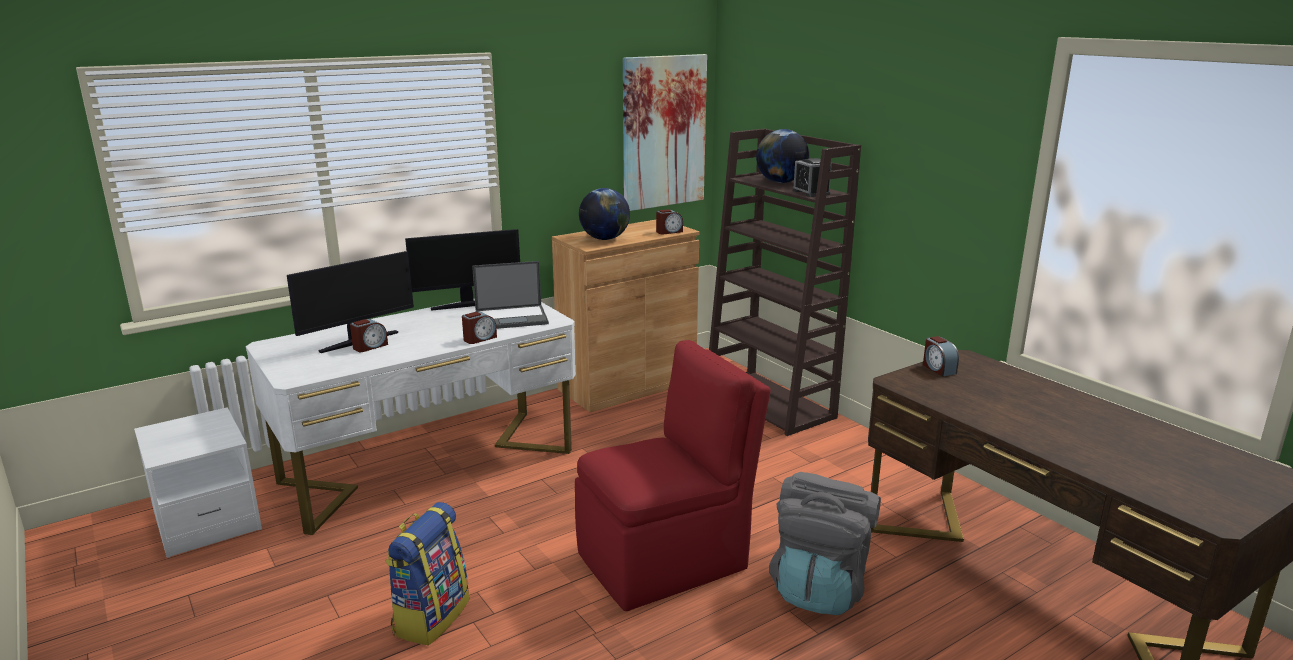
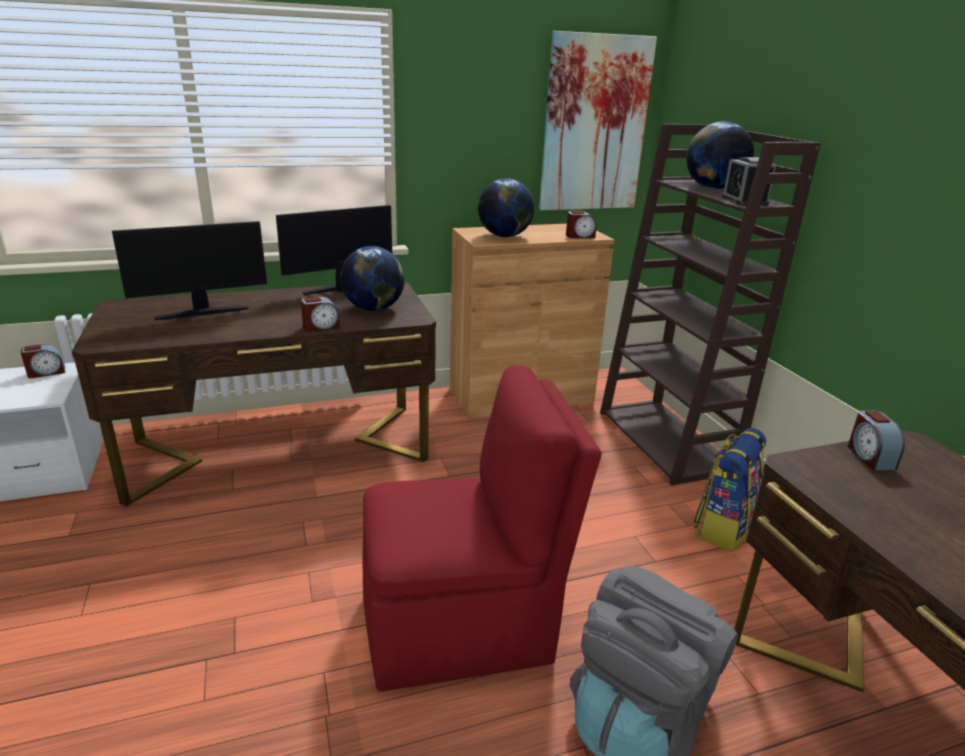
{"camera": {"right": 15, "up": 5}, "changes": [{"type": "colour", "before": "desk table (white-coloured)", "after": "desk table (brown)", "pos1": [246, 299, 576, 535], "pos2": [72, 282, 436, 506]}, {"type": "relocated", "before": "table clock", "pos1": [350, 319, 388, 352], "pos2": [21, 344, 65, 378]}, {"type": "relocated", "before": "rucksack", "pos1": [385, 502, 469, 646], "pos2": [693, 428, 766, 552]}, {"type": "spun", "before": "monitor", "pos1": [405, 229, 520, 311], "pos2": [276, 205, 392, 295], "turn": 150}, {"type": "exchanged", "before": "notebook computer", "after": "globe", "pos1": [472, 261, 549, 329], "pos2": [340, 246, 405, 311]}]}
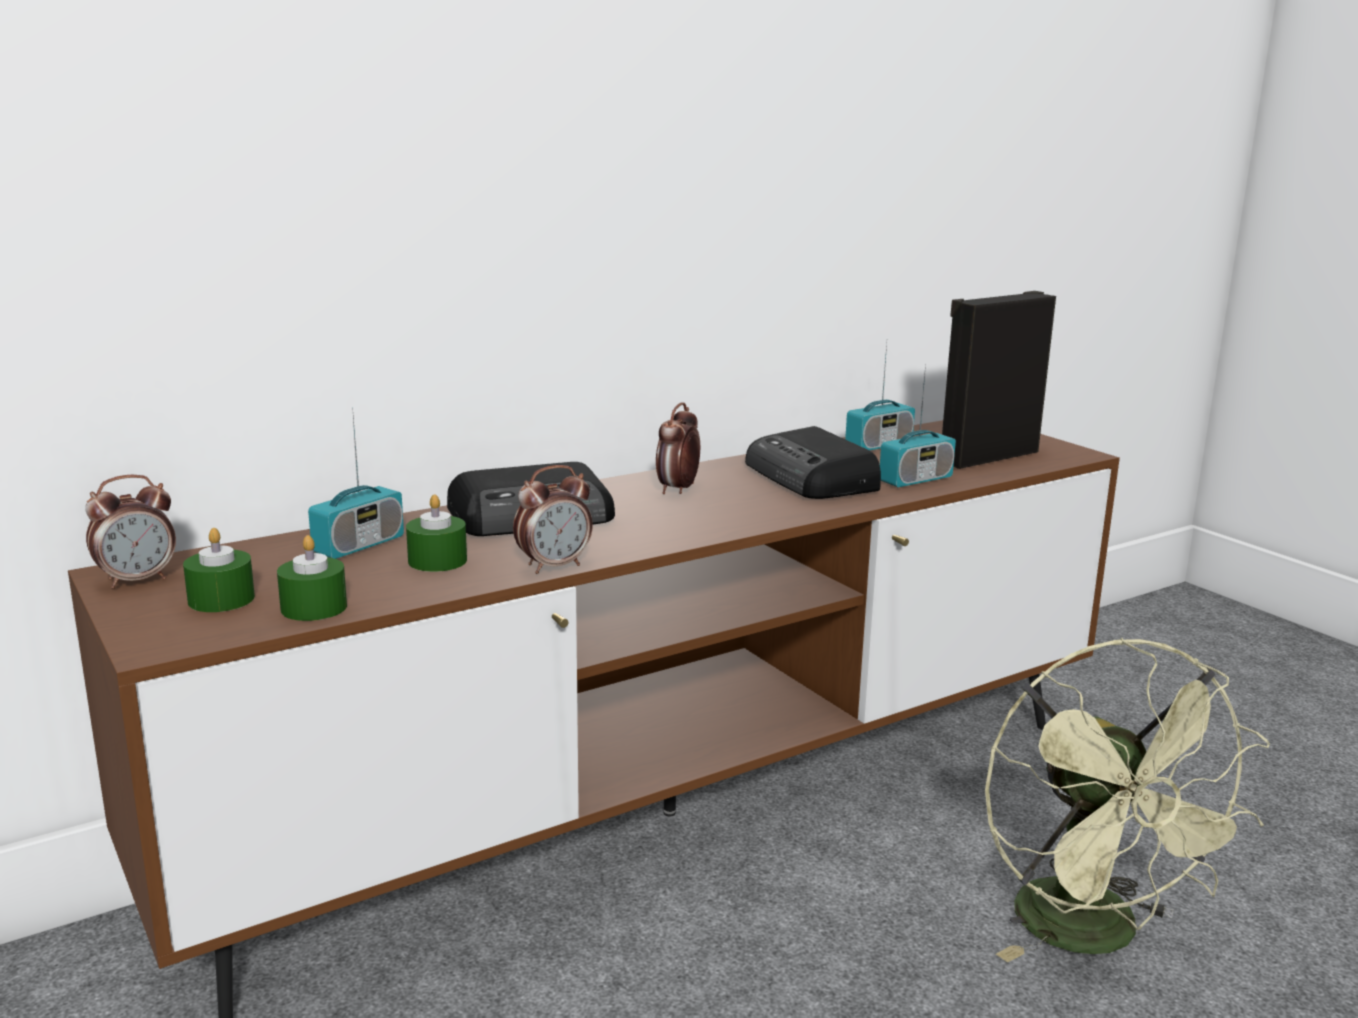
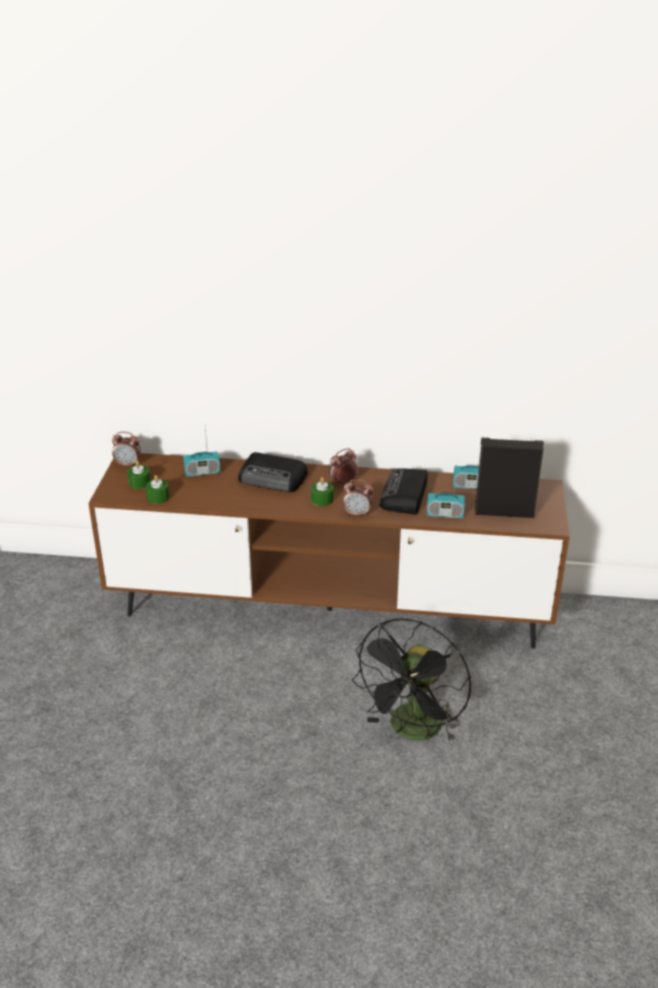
{"camera": {"right": 40, "up": 15}, "changes": [{"type": "relocated", "before": "wax candle (green-coloured)", "pos1": [406, 494, 467, 572], "pos2": [311, 477, 333, 506]}, {"type": "relocated", "before": "table clock", "pos1": [513, 465, 593, 574], "pos2": [343, 479, 373, 517]}, {"type": "colour", "before": "electric fan (green-coloured)", "after": "electric fan (black)", "pos1": [985, 638, 1270, 963], "pos2": [352, 618, 471, 743]}]}
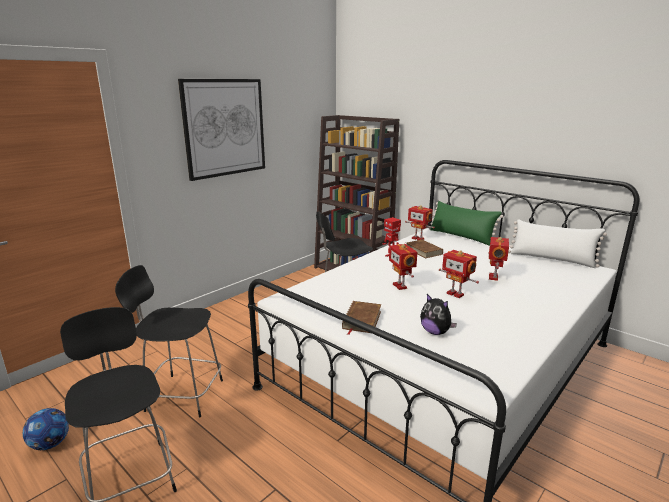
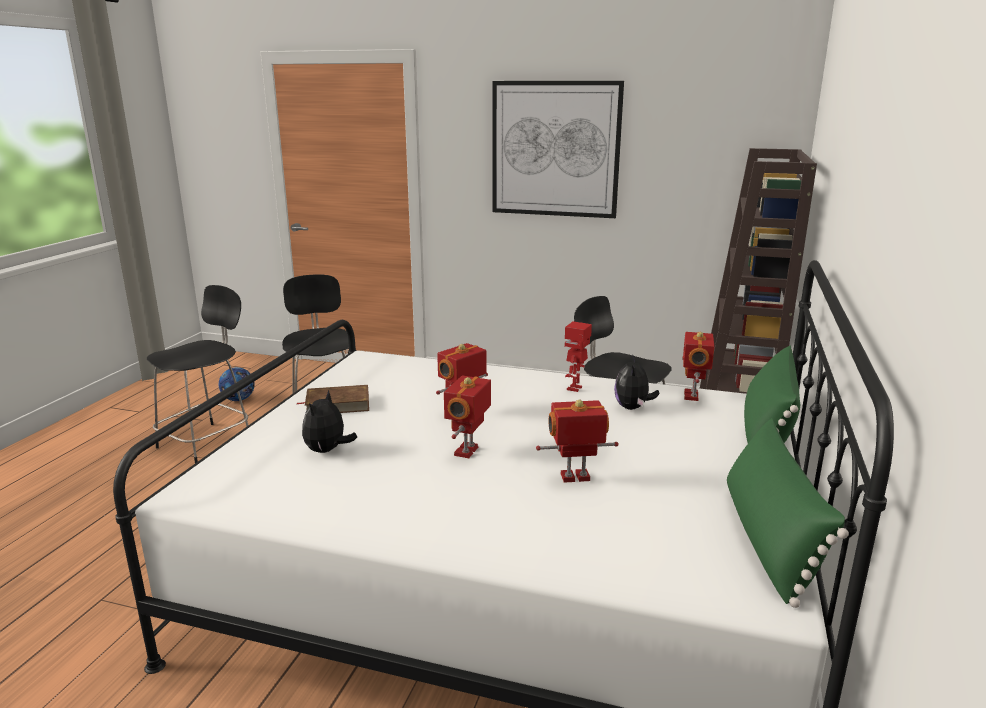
{"camera": {"right": 65, "up": 0}, "changes": [{"type": "exchanged", "before": "book (brown)", "after": "soft toy", "pos1": [407, 240, 443, 258], "pos2": [614, 356, 659, 410]}, {"type": "colour", "before": "pillow (white-coloured)", "after": "pillow (green-coloured)", "pos1": [508, 219, 607, 268], "pos2": [727, 418, 849, 608]}]}
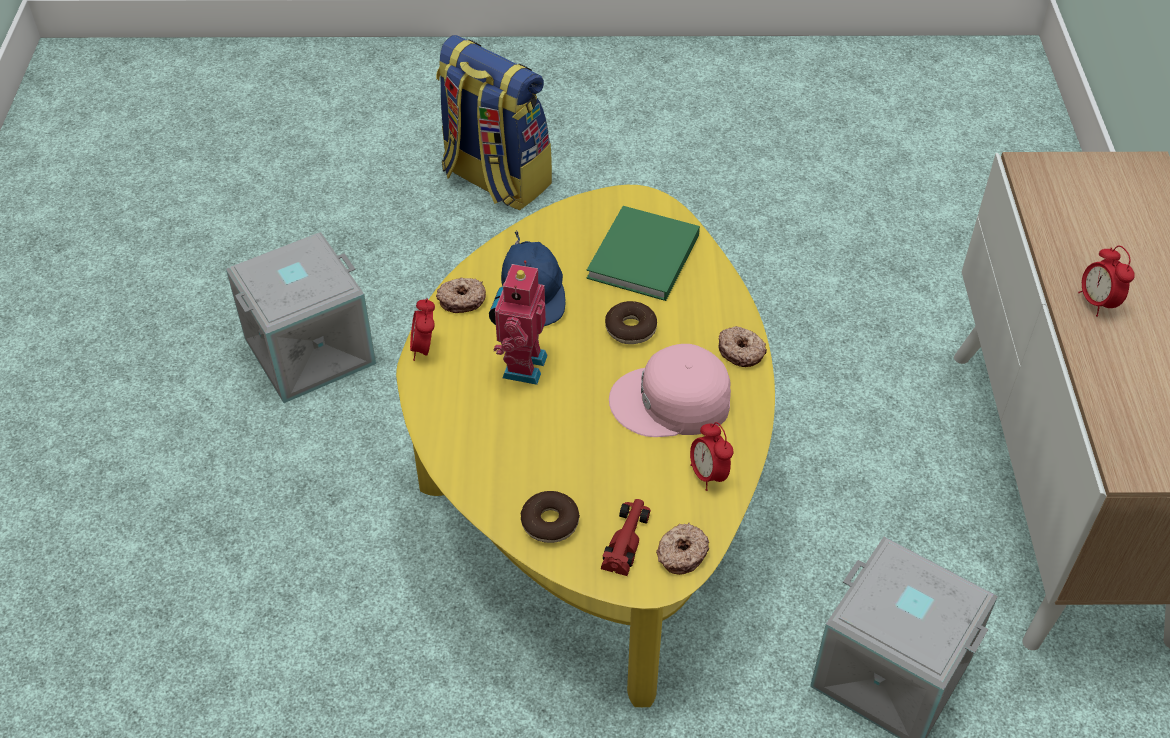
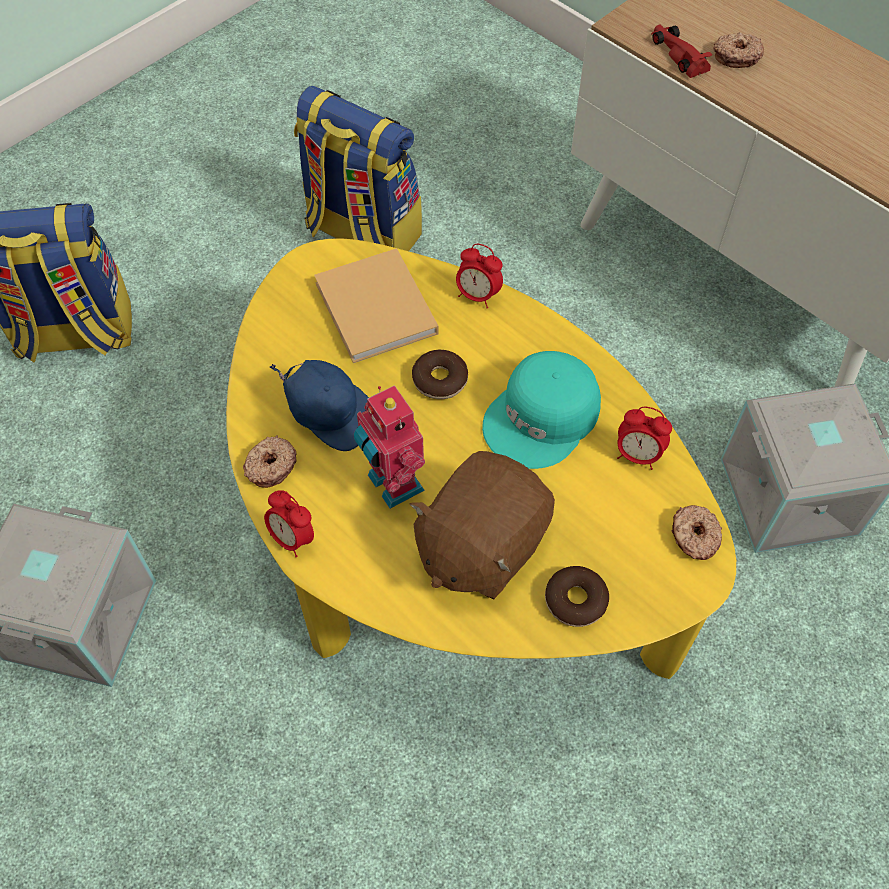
{"camera": {"right": -45, "up": 10}, "changes": [{"type": "colour", "before": "book (green-coloured)", "after": "book (beige)", "pos1": [587, 206, 700, 301], "pos2": [314, 248, 438, 363]}, {"type": "relocated", "before": "model car (red)", "pos1": [601, 499, 651, 576], "pos2": [651, 25, 712, 78]}, {"type": "colour", "before": "baseball cap (pinkish)", "after": "baseball cap (turquoise-coloured)", "pos1": [609, 344, 731, 437], "pos2": [482, 351, 601, 469]}, {"type": "relocated", "before": "doughnut", "pos1": [719, 326, 767, 367], "pos2": [713, 32, 764, 68]}, {"type": "relocated", "before": "table clock", "pos1": [1078, 246, 1135, 317], "pos2": [456, 243, 503, 308]}, {"type": "appeared", "after": "rucksack", "pos2": [294, 86, 422, 251]}, {"type": "appeared", "after": "soft toy (brown)", "pos2": [410, 451, 555, 599]}]}
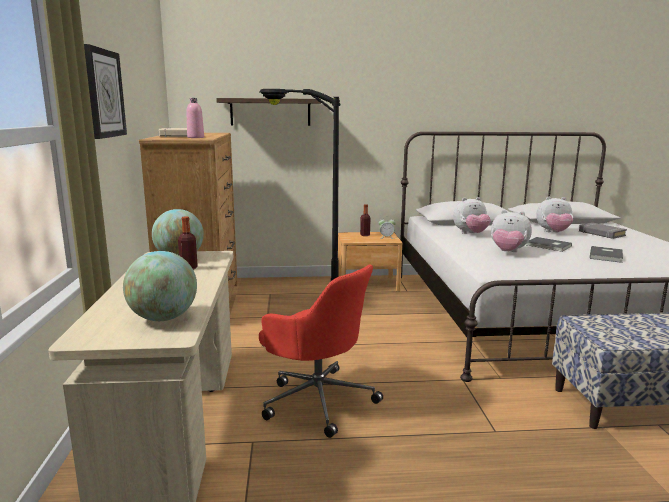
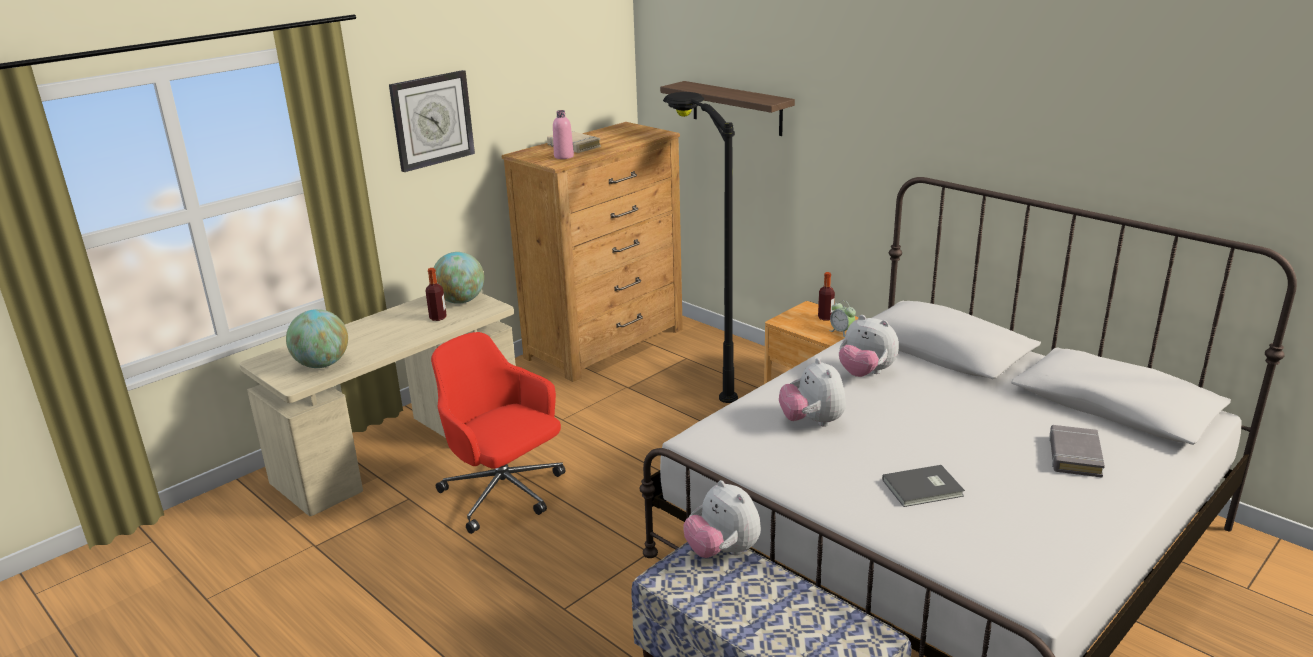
{"camera": {"right": 50, "up": 10}, "changes": [{"type": "spun", "before": "desk chair (red)", "pos1": [259, 264, 383, 438], "pos2": [431, 332, 565, 534], "turn": 135}, {"type": "missing", "before": "book (grey)", "pos1": [527, 237, 572, 252]}, {"type": "relocated", "before": "soft toy", "pos1": [536, 197, 573, 232], "pos2": [683, 480, 761, 558]}]}
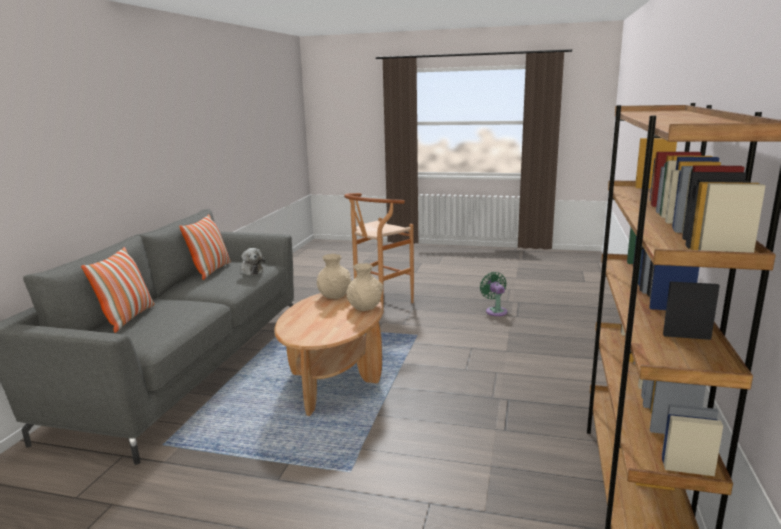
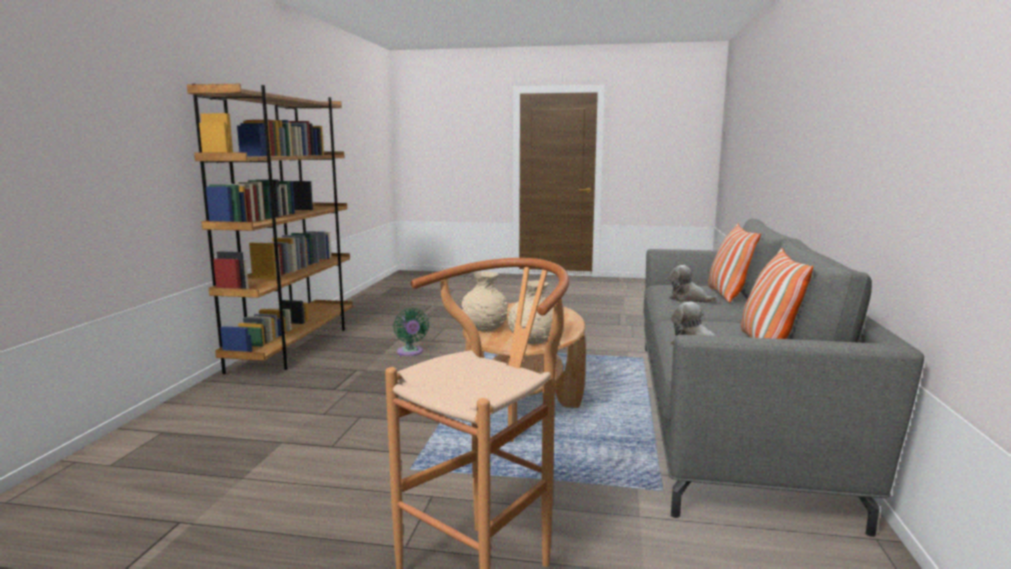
{"camera": {"right": 175, "up": -5}, "changes": [{"type": "relocated", "before": "electric fan (green-coloured)", "pos1": [480, 272, 508, 316], "pos2": [393, 308, 429, 356]}, {"type": "appeared", "after": "soft toy", "pos2": [669, 265, 718, 303]}]}
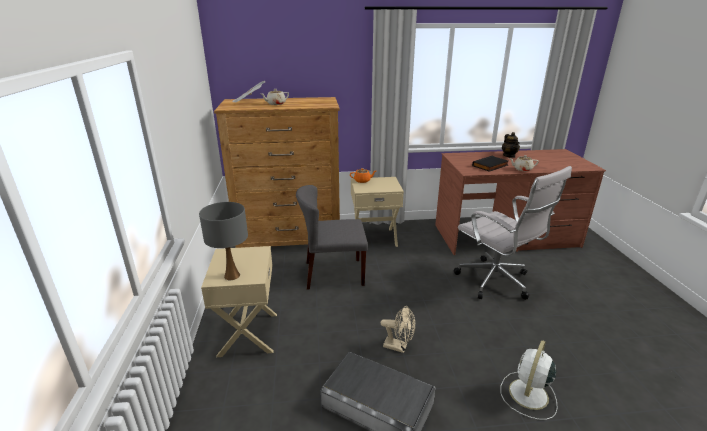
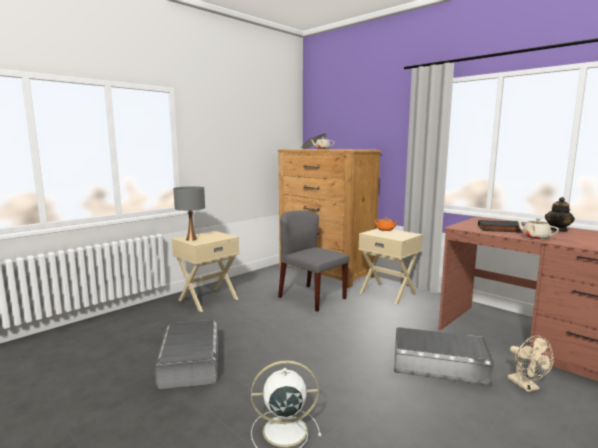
{"camera": {"right": 50, "up": -15}, "changes": [{"type": "relocated", "before": "electric fan (beige)", "pos1": [381, 306, 415, 353], "pos2": [508, 336, 554, 392]}, {"type": "exchanged", "before": "desk chair (white-coloured)", "after": "storage box (grey)", "pos1": [454, 166, 572, 300], "pos2": [394, 327, 494, 386]}]}
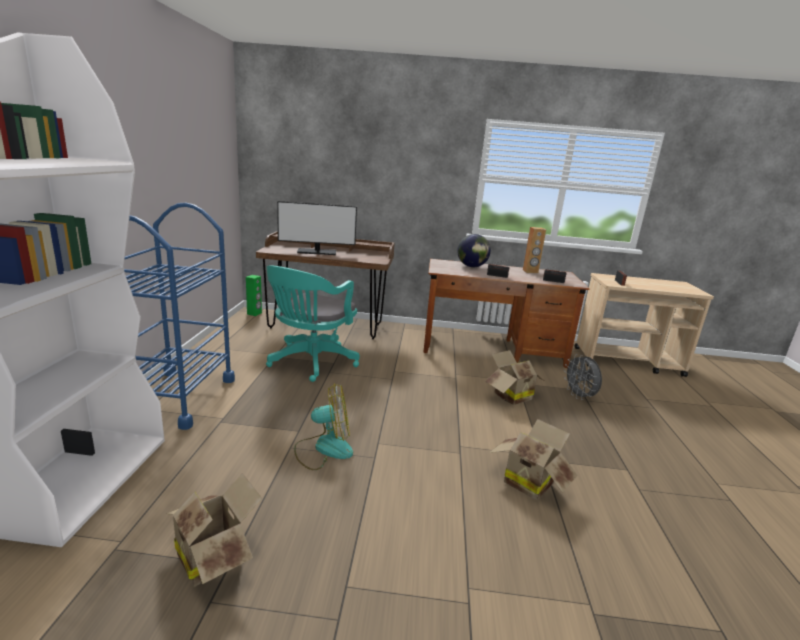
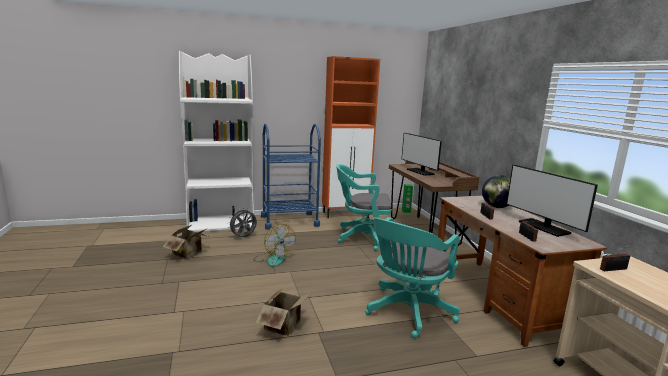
{"camera": {"right": 70, "up": -5}, "changes": [{"type": "exchanged", "before": "cardboard box", "after": "desk chair (turquoise-coloured)", "pos1": [485, 350, 546, 405], "pos2": [365, 217, 459, 338]}, {"type": "exchanged", "before": "speaker (brown)", "after": "monitor", "pos1": [523, 227, 546, 273], "pos2": [506, 164, 598, 237]}, {"type": "relocated", "before": "electric fan (grey)", "pos1": [564, 354, 602, 400], "pos2": [228, 209, 257, 237]}, {"type": "appeared", "after": "cupboard (orange)", "pos2": [322, 56, 380, 218]}]}
